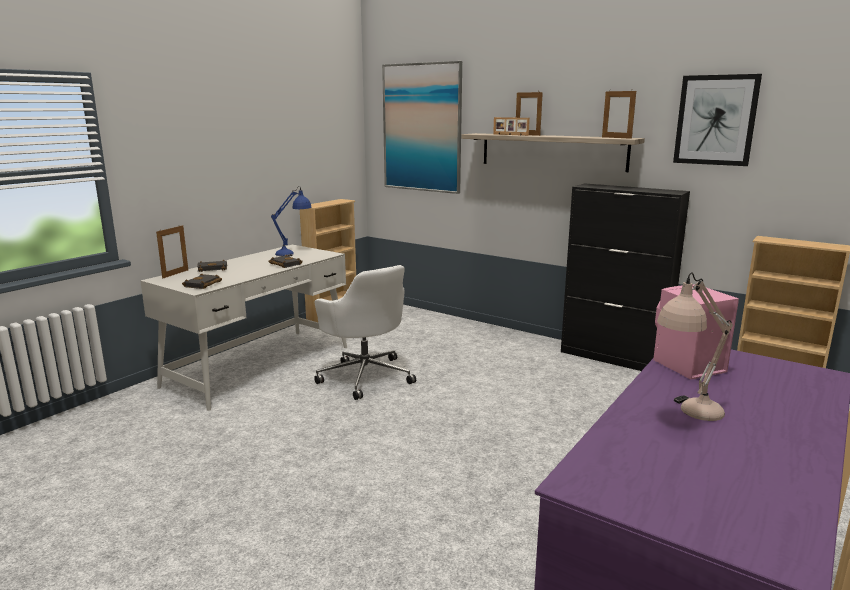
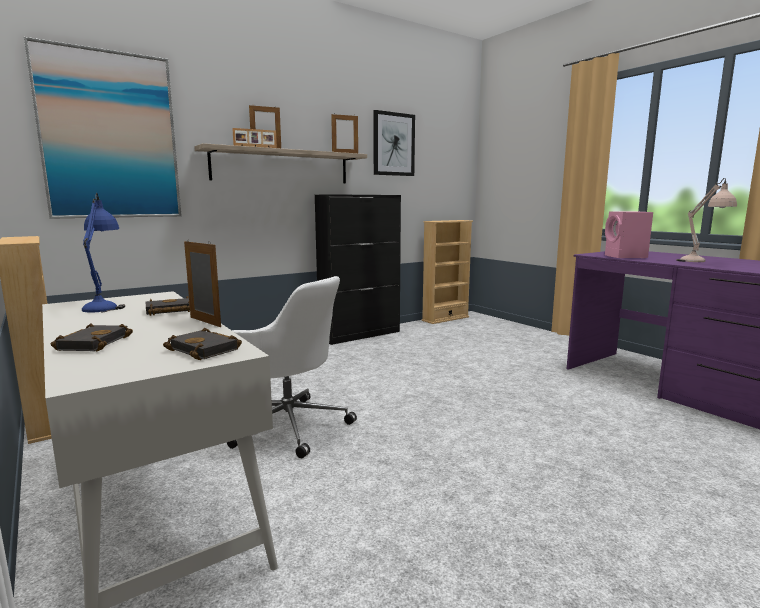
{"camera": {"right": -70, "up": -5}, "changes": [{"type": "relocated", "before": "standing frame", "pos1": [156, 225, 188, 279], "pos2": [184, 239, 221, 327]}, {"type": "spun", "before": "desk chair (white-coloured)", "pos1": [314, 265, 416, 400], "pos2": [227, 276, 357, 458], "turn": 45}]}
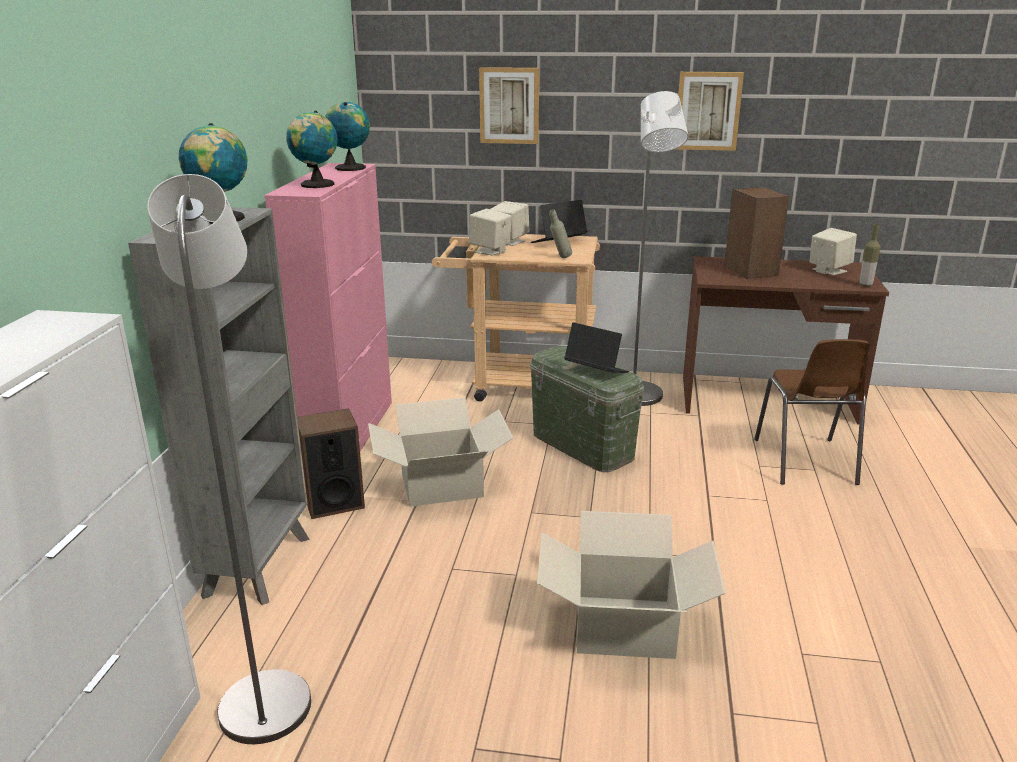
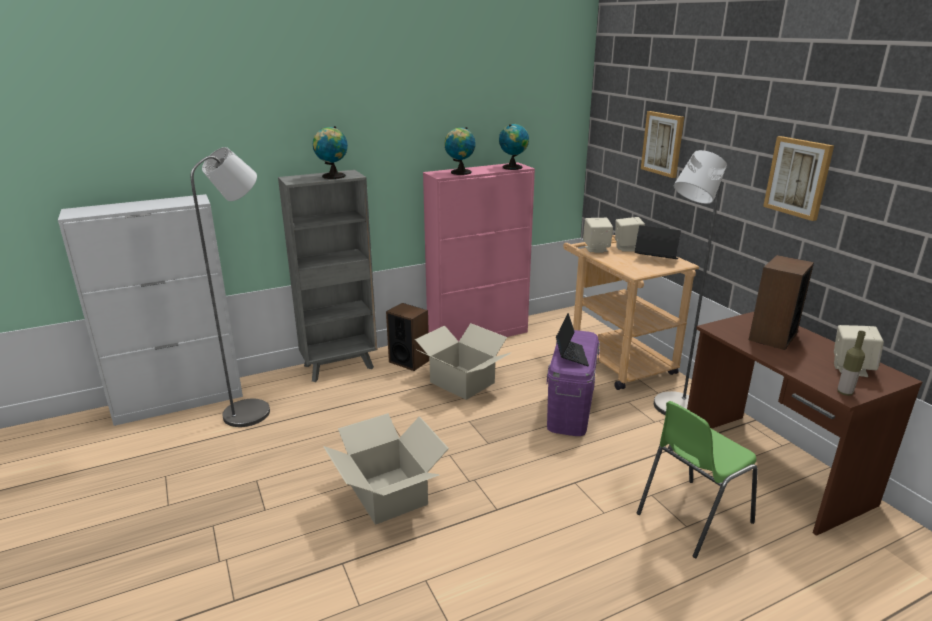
{"camera": {"right": 55, "up": 0}, "changes": [{"type": "colour", "before": "storage box (green-coloured)", "after": "storage box (purple-coloured)", "pos1": [530, 345, 644, 472], "pos2": [547, 330, 600, 436]}, {"type": "missing", "before": "bottle (grey)", "pos1": [549, 209, 572, 258]}, {"type": "colour", "before": "upright chair (brown)", "after": "upright chair (green-coloured)", "pos1": [754, 339, 870, 485], "pos2": [637, 401, 758, 558]}]}
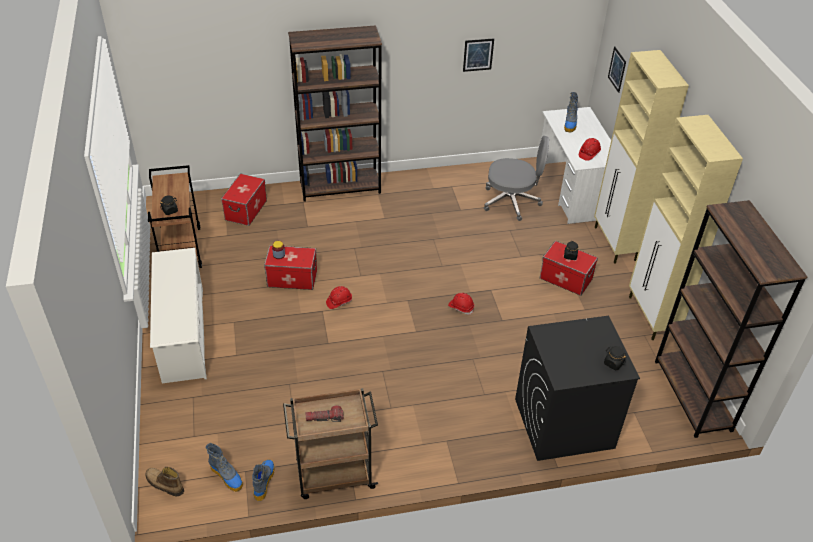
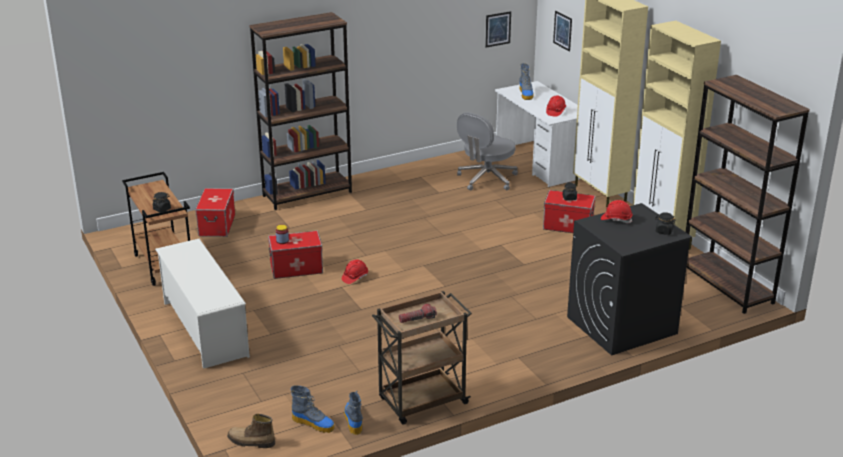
{"camera": {"right": -15, "up": -15}, "changes": [{"type": "relocated", "before": "hard hat (red)", "pos1": [448, 293, 474, 315], "pos2": [601, 200, 633, 223]}, {"type": "relocated", "before": "picture", "pos1": [463, 38, 494, 72], "pos2": [485, 11, 511, 48]}, {"type": "spun", "before": "desk chair (grey)", "pos1": [484, 136, 549, 221], "pos2": [457, 112, 518, 190], "turn": 135}]}
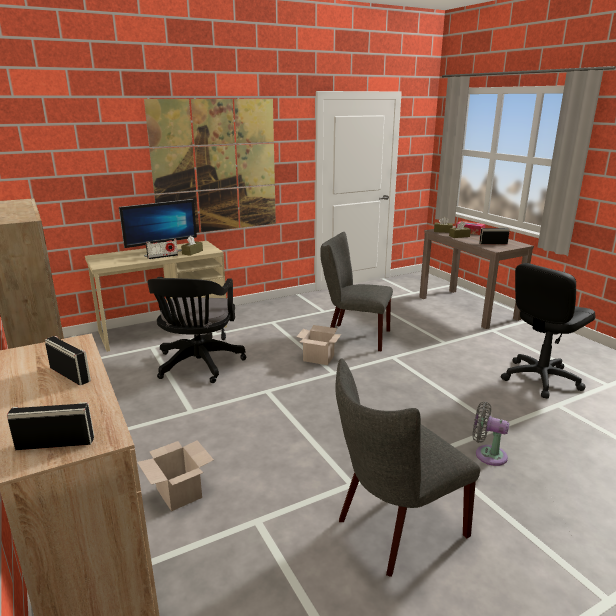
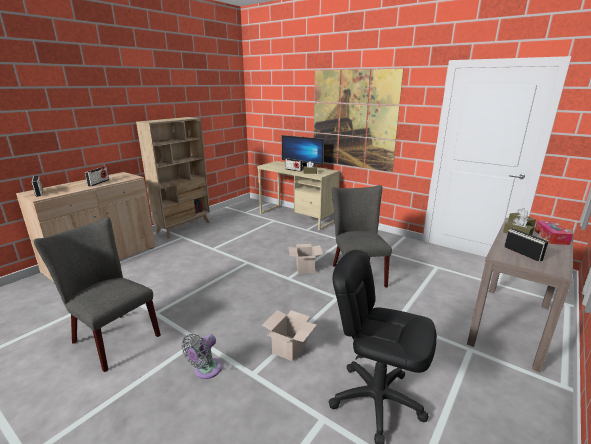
{"camera": {"right": 65, "up": 0}, "changes": [{"type": "relocated", "before": "cardboard box", "pos1": [137, 440, 214, 511], "pos2": [262, 310, 317, 362]}, {"type": "missing", "before": "desk chair (black)", "pos1": [147, 277, 246, 383]}, {"type": "spun", "before": "electric fan (grey)", "pos1": [472, 402, 509, 466], "pos2": [182, 334, 222, 379], "turn": -150}]}
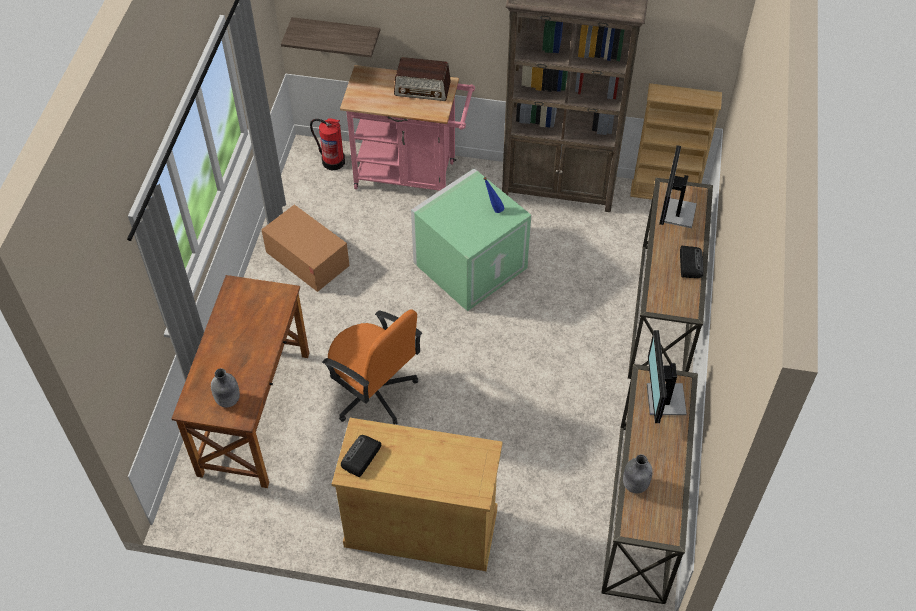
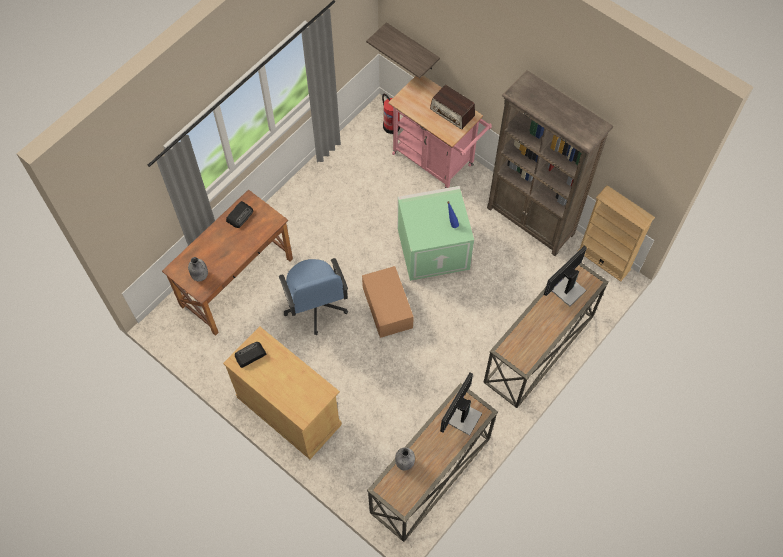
{"camera": {"right": 30, "up": 10}, "changes": [{"type": "relocated", "before": "cardboard box", "pos1": [261, 205, 350, 292], "pos2": [362, 266, 414, 338]}, {"type": "colour", "before": "desk chair (orange)", "after": "desk chair (blue-coloured)", "pos1": [322, 310, 422, 425], "pos2": [279, 258, 348, 335]}, {"type": "relocated", "before": "radio receiver", "pos1": [680, 246, 703, 278], "pos2": [226, 201, 253, 228]}]}
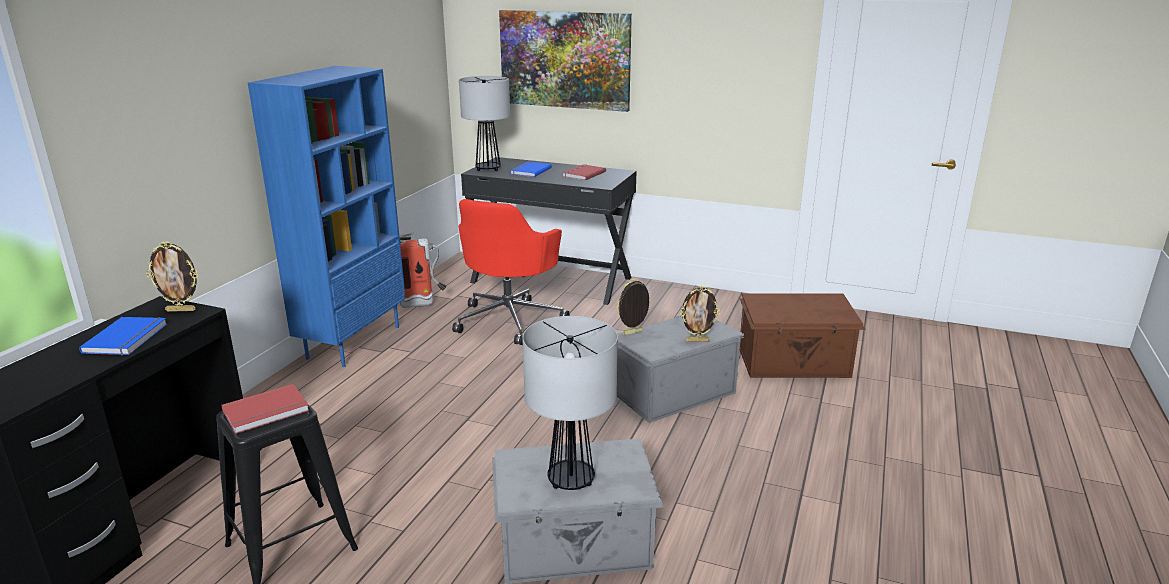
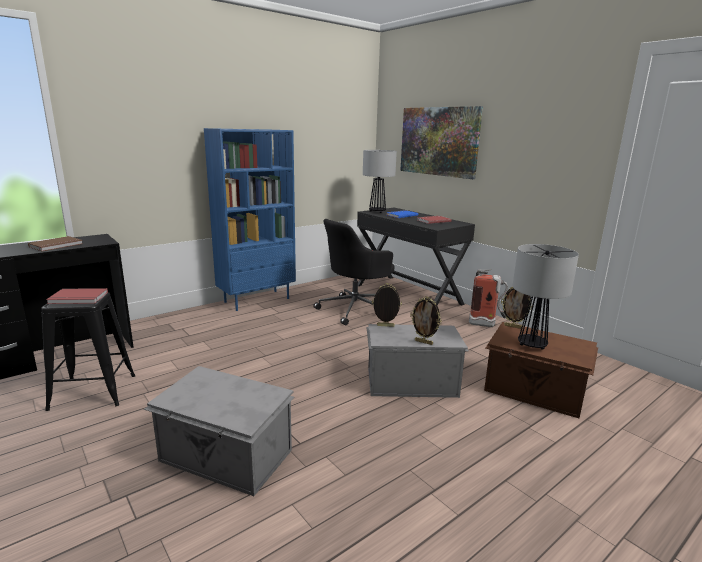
{"camera": {"right": 30, "up": -5}, "changes": [{"type": "colour", "before": "book (blue-coloured)", "after": "book (brown)", "pos1": [79, 317, 167, 355], "pos2": [28, 236, 83, 251]}, {"type": "relocated", "before": "standing frame", "pos1": [146, 241, 198, 312], "pos2": [501, 287, 532, 329]}, {"type": "relocated", "before": "fire-fighting cylinder", "pos1": [399, 233, 447, 308], "pos2": [469, 269, 508, 327]}, {"type": "colour", "before": "desk chair (red)", "after": "desk chair (black)", "pos1": [452, 199, 569, 345], "pos2": [314, 219, 395, 325]}, {"type": "relocated", "before": "tabletop lamp", "pos1": [522, 316, 618, 490], "pos2": [513, 244, 579, 350]}]}
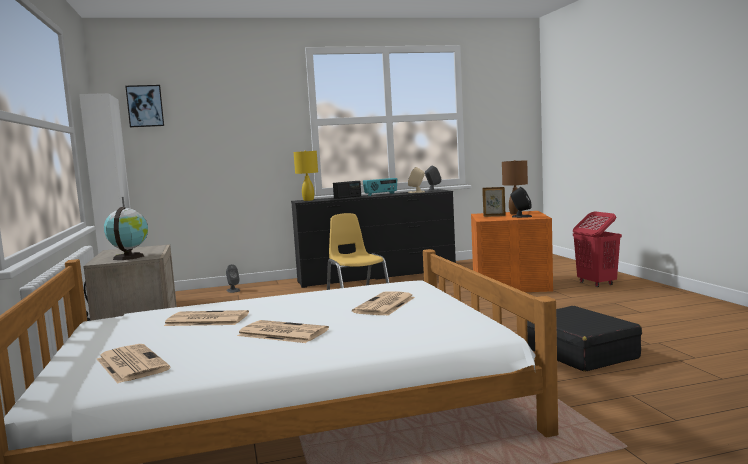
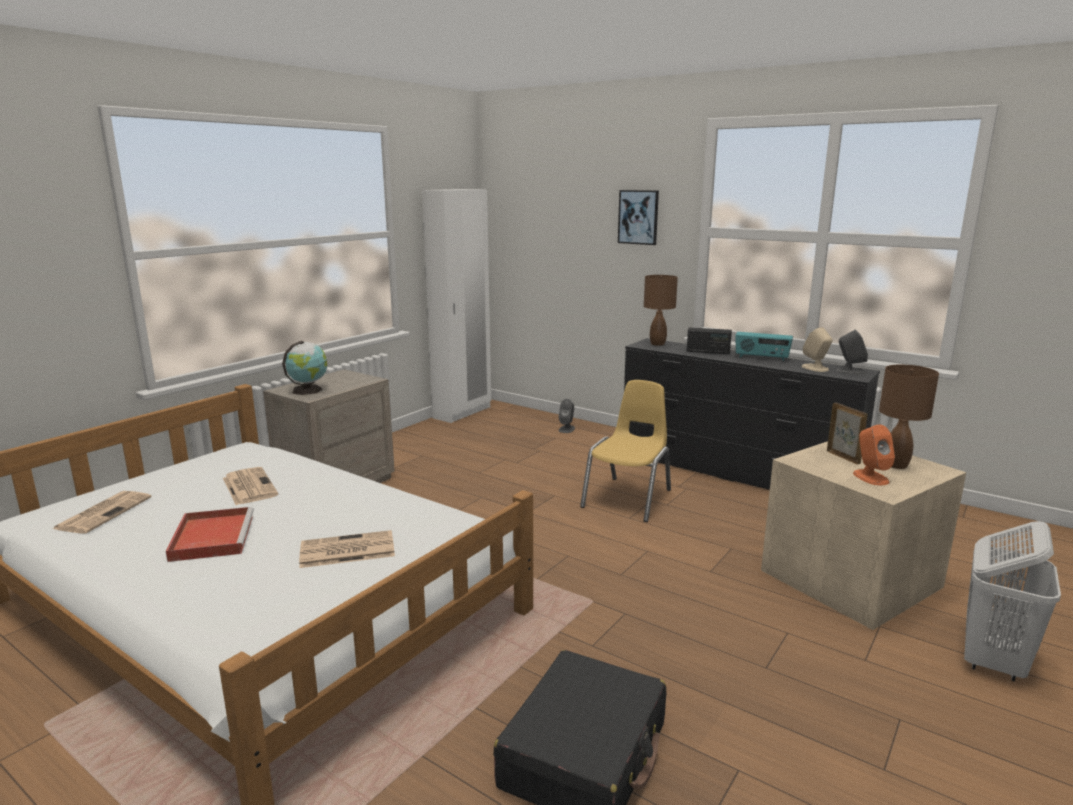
{"camera": {"right": 50, "up": 10}, "changes": [{"type": "relocated", "before": "picture", "pos1": [125, 85, 164, 127], "pos2": [618, 190, 659, 245]}, {"type": "exchanged", "before": "daily paper", "after": "tray (red)", "pos1": [237, 320, 329, 343], "pos2": [166, 507, 254, 562]}, {"type": "colour", "before": "tabletop lamp (yellow-coloured)", "after": "tabletop lamp (brown)", "pos1": [294, 151, 318, 201], "pos2": [644, 275, 678, 346]}, {"type": "colour", "before": "storage box (orange)", "after": "storage box (beige)", "pos1": [471, 211, 553, 292], "pos2": [761, 441, 966, 630]}, {"type": "colour", "before": "speaker (black)", "after": "speaker (orange)", "pos1": [511, 187, 532, 218], "pos2": [853, 424, 895, 485]}, {"type": "colour", "before": "laundry basket (red)", "after": "laundry basket (white-coloured)", "pos1": [573, 212, 622, 287], "pos2": [964, 521, 1061, 681]}]}
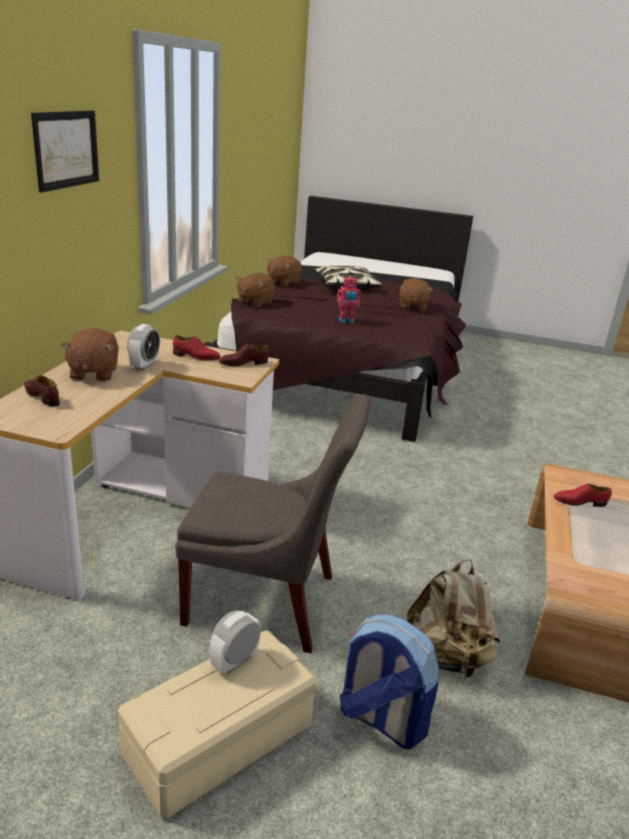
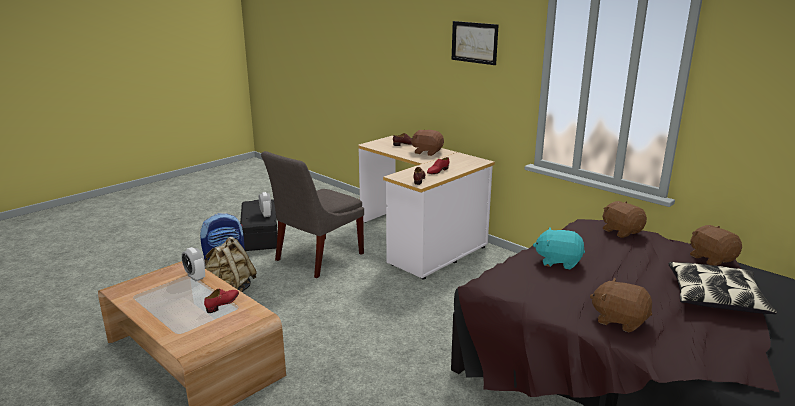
{"camera": {"right": 120, "up": -5}, "changes": [{"type": "colour", "before": "storage box (beige)", "after": "storage box (black)", "pos1": [118, 630, 316, 818], "pos2": [240, 199, 278, 251]}, {"type": "relocated", "before": "table clock", "pos1": [127, 324, 160, 371], "pos2": [181, 247, 205, 282]}, {"type": "exchanged", "before": "robot figure", "after": "soft toy (turquoise-coloured)", "pos1": [337, 276, 361, 323], "pos2": [533, 227, 585, 269]}]}
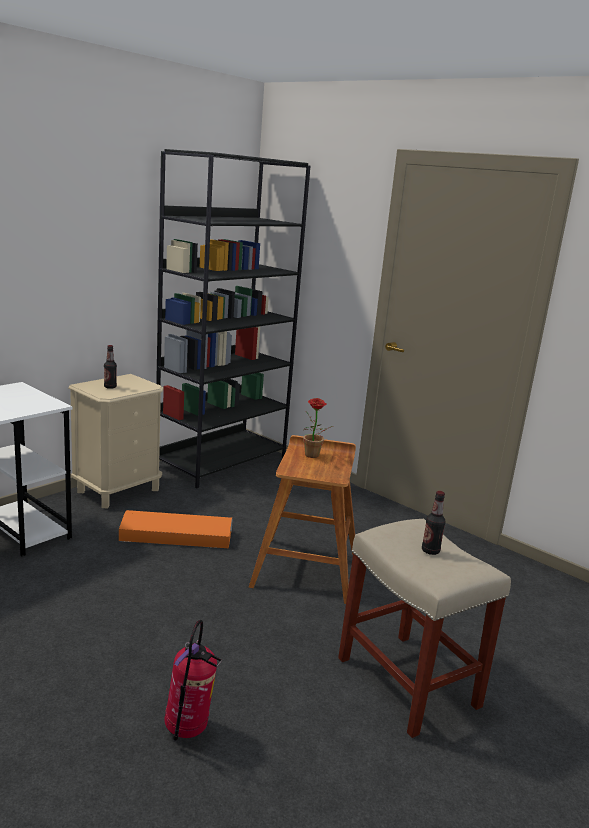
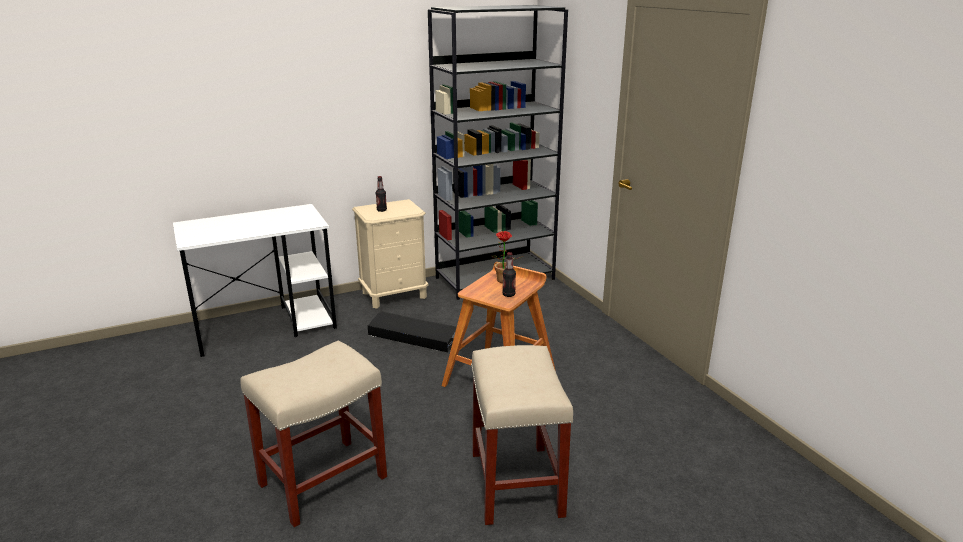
{"camera": {"right": 25, "up": 5}, "changes": [{"type": "colour", "before": "storage box (orange)", "after": "storage box (black)", "pos1": [119, 510, 233, 548], "pos2": [368, 312, 457, 352]}, {"type": "exchanged", "before": "fire-fighting cylinder", "after": "stool (beige)", "pos1": [164, 620, 222, 741], "pos2": [240, 341, 387, 527]}, {"type": "relocated", "before": "bottle", "pos1": [422, 491, 445, 555], "pos2": [502, 252, 516, 297]}]}
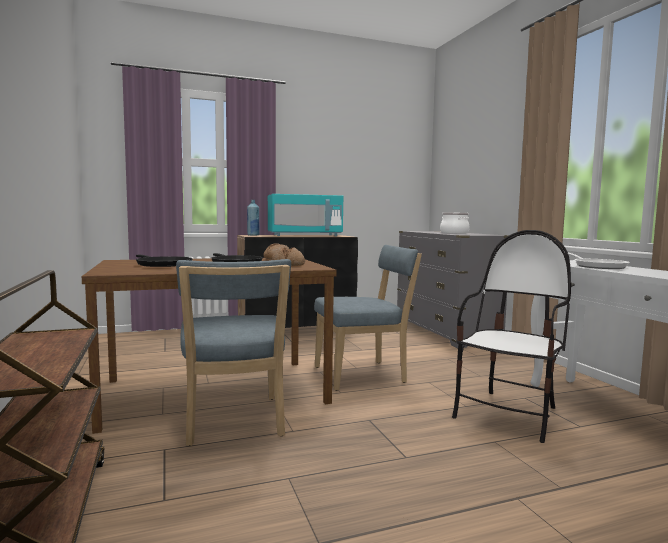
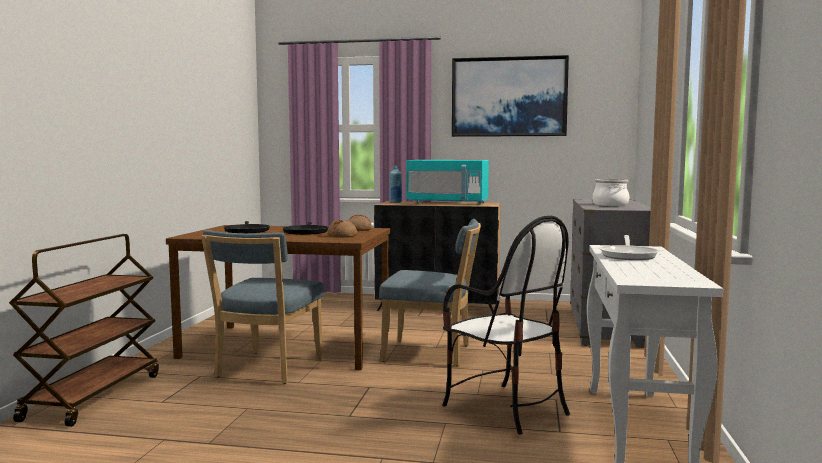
{"camera": {"right": 30, "up": 0}, "changes": [{"type": "spun", "before": "upright chair", "pos1": [452, 230, 571, 443], "pos2": [442, 216, 570, 435], "turn": 75}, {"type": "appeared", "after": "picture", "pos2": [452, 55, 569, 137]}]}
